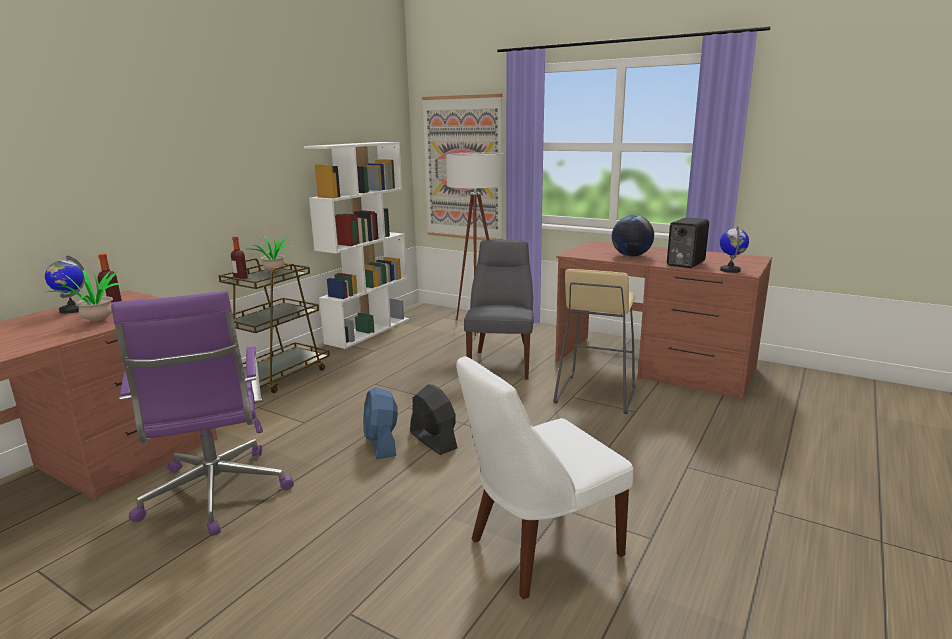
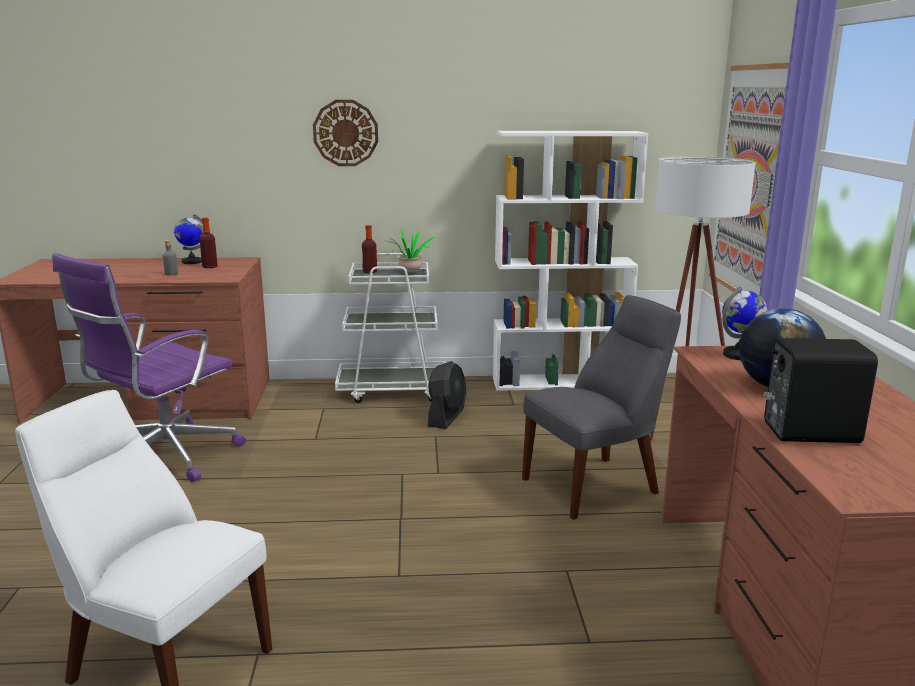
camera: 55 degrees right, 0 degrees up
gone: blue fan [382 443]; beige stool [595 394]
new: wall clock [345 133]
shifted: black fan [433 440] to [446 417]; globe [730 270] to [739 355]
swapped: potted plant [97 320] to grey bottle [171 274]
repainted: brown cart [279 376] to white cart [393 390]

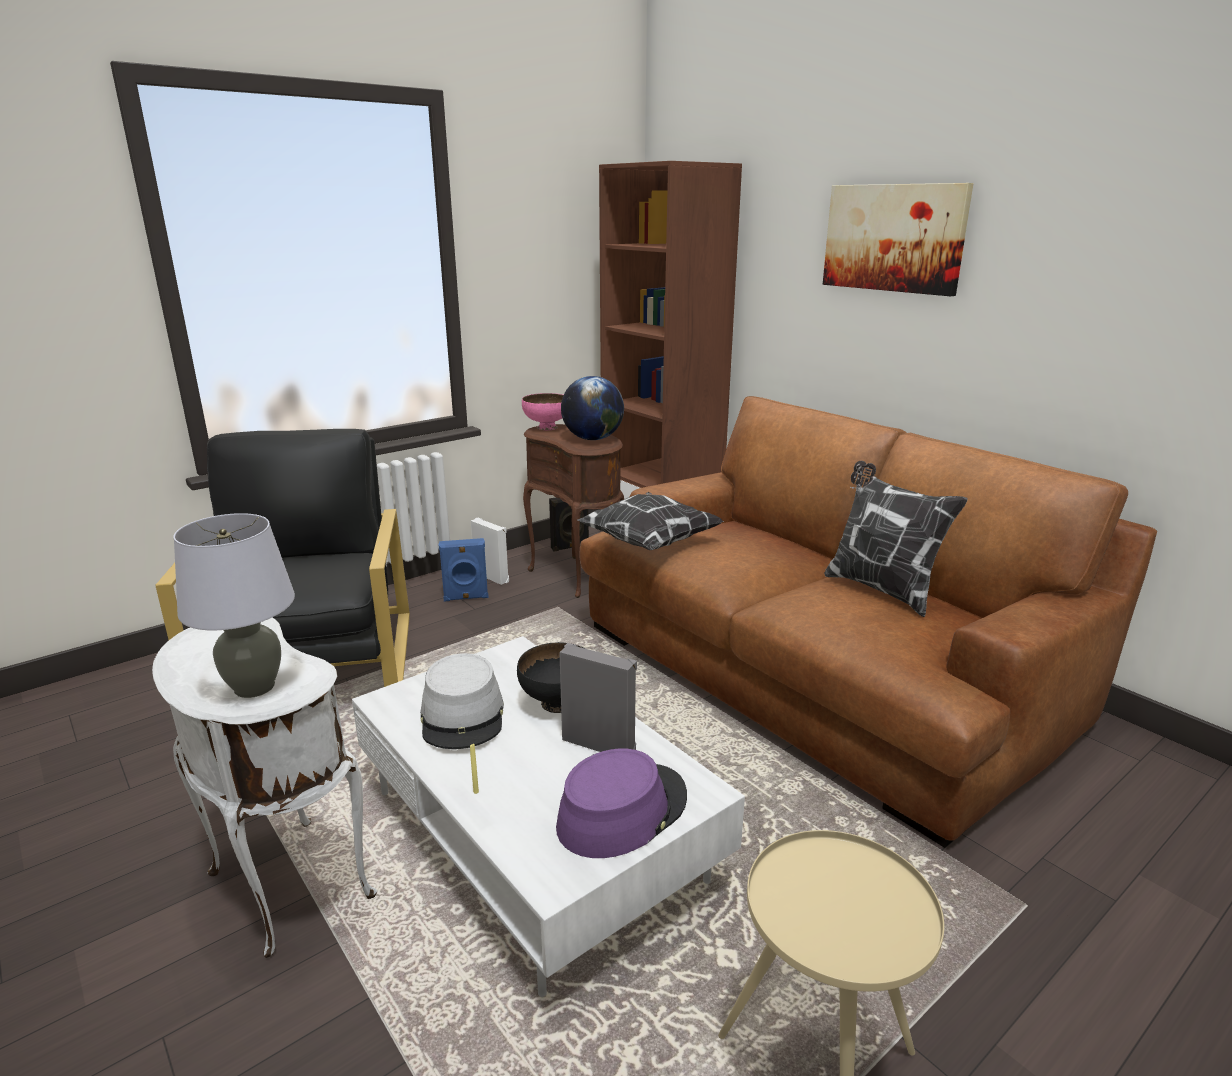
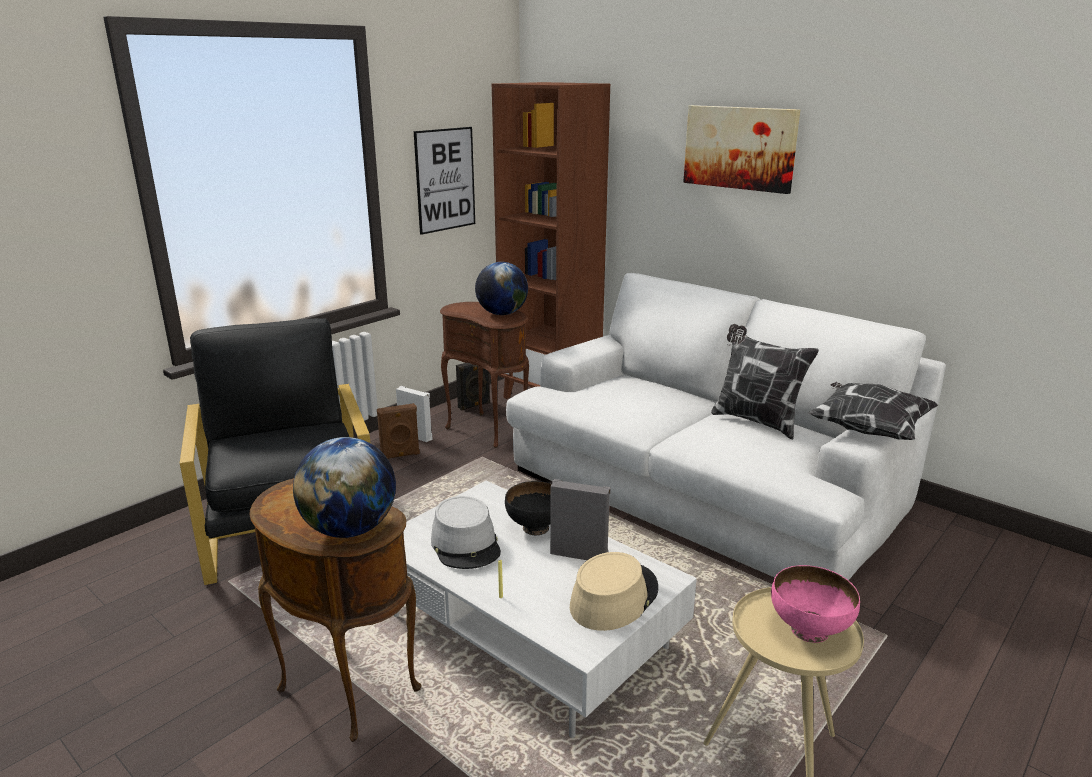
camera: 10 degrees left, 0 degrees up
new: picture [445 180]
shifted: pink bowl [546 427] to [808 631]; pillow [649 543] to [867 429]
swapped: grey table lamp [255 687] to globe [350 529]
repainted: white side table [285 888] to brown side table [344 692]; blue speaker [466 598] to brown speaker [400 455]; purple hat [622 811] to beige hat [613 597]; brown sofa [818 669] to white sofa [705 488]

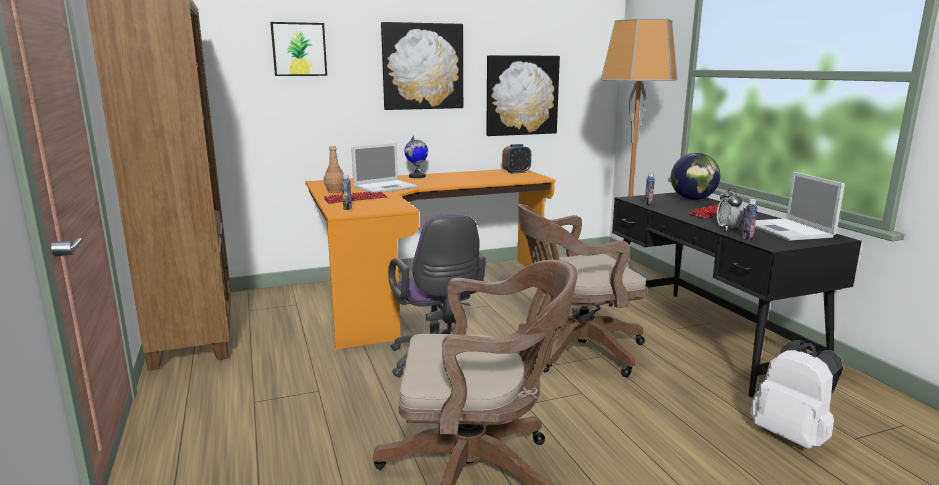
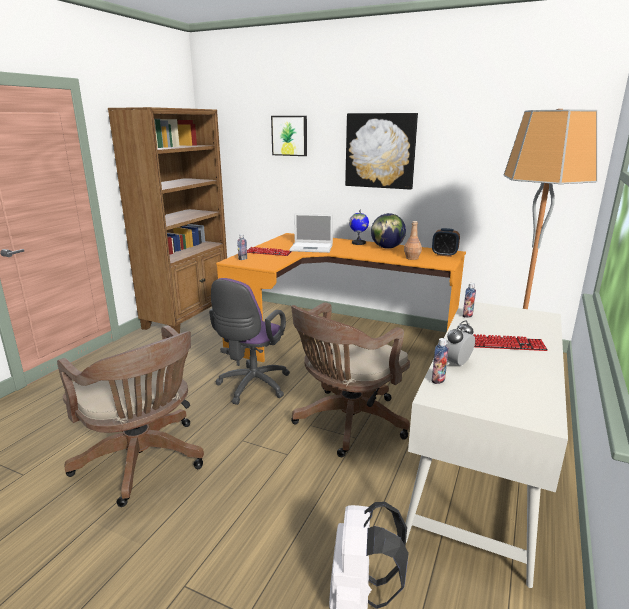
camera: 45 degrees right, 5 degrees up
gone: picture [521 95]; laptop [789 230]
shifted: brown bottle [335 191] to [412 258]; globe [692 199] to [387 248]
repainted: black desk [706 337] to white desk [480 472]
rotated: brown office chair [575 350] = [346 423] 75 degrees counterclockwise

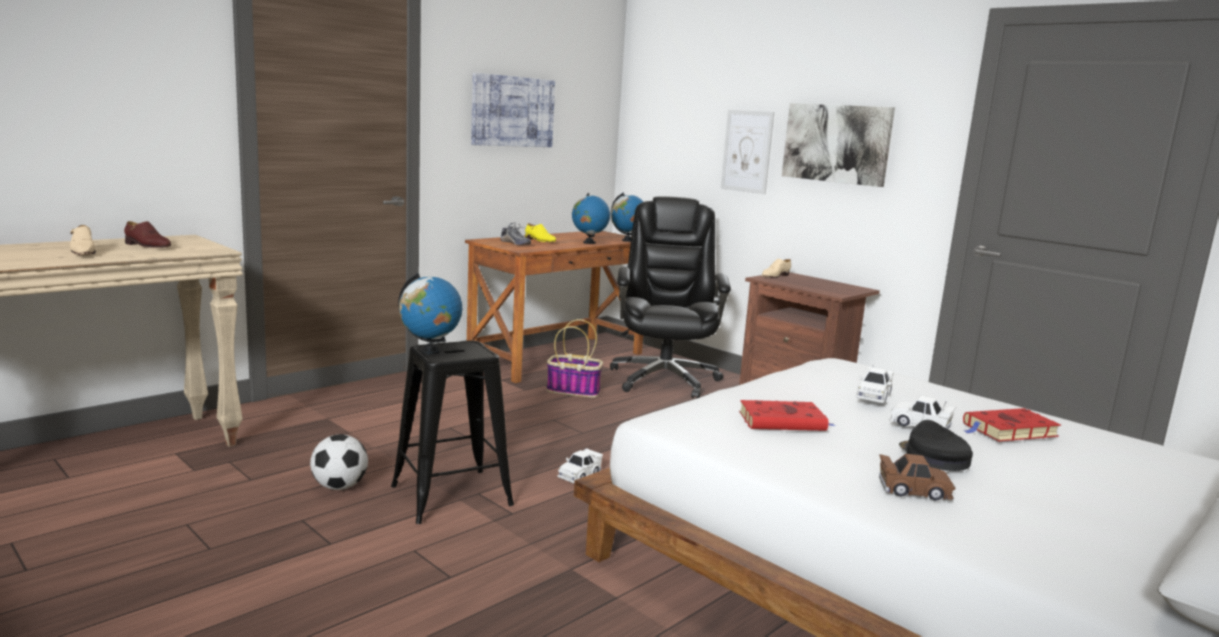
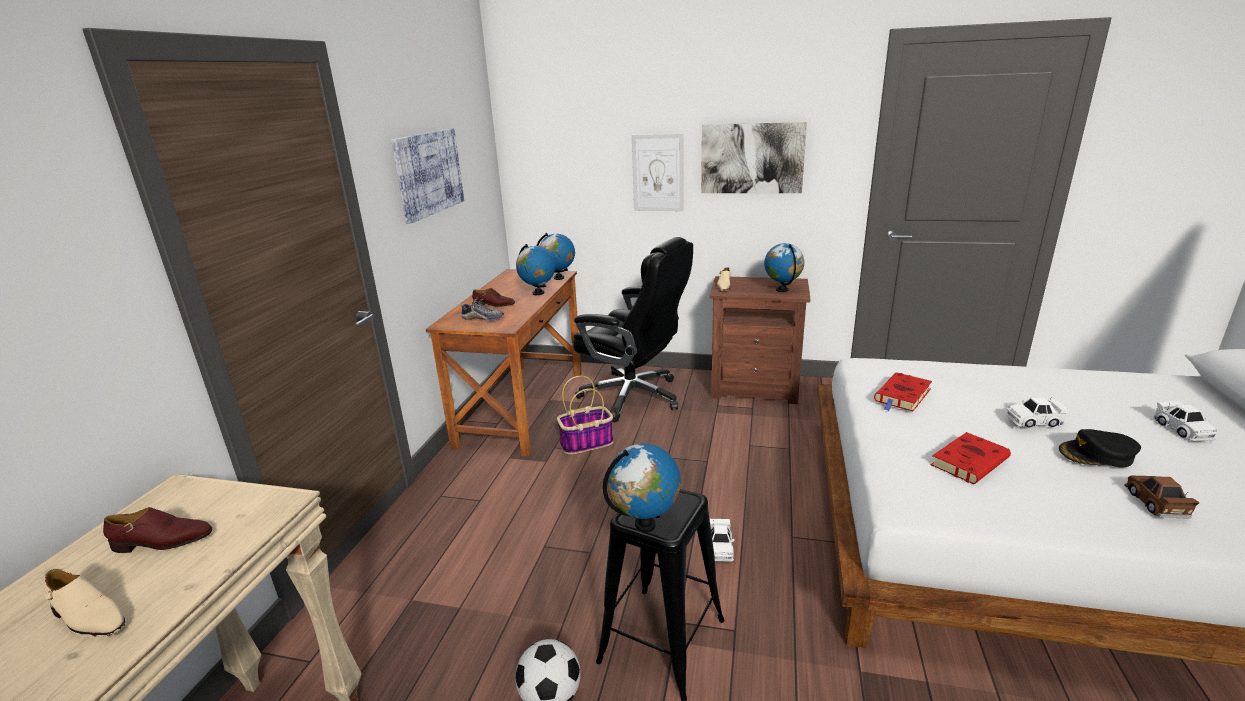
camera: 30 degrees left, 10 degrees up
new: globe [782 290]
shifted: white toy car [873 395] to [1182 430]; red book [1008 430] to [902 396]
repainted: yellow shoe [540 240] to brown shoe [494 305]
rotated: black office chair [664 379] = [634 396] 150 degrees clockwise; brown toy car [913 490] = [1156 503] 60 degrees counterclockwise; black cap [933 457] = [1097 455] 45 degrees counterclockwise

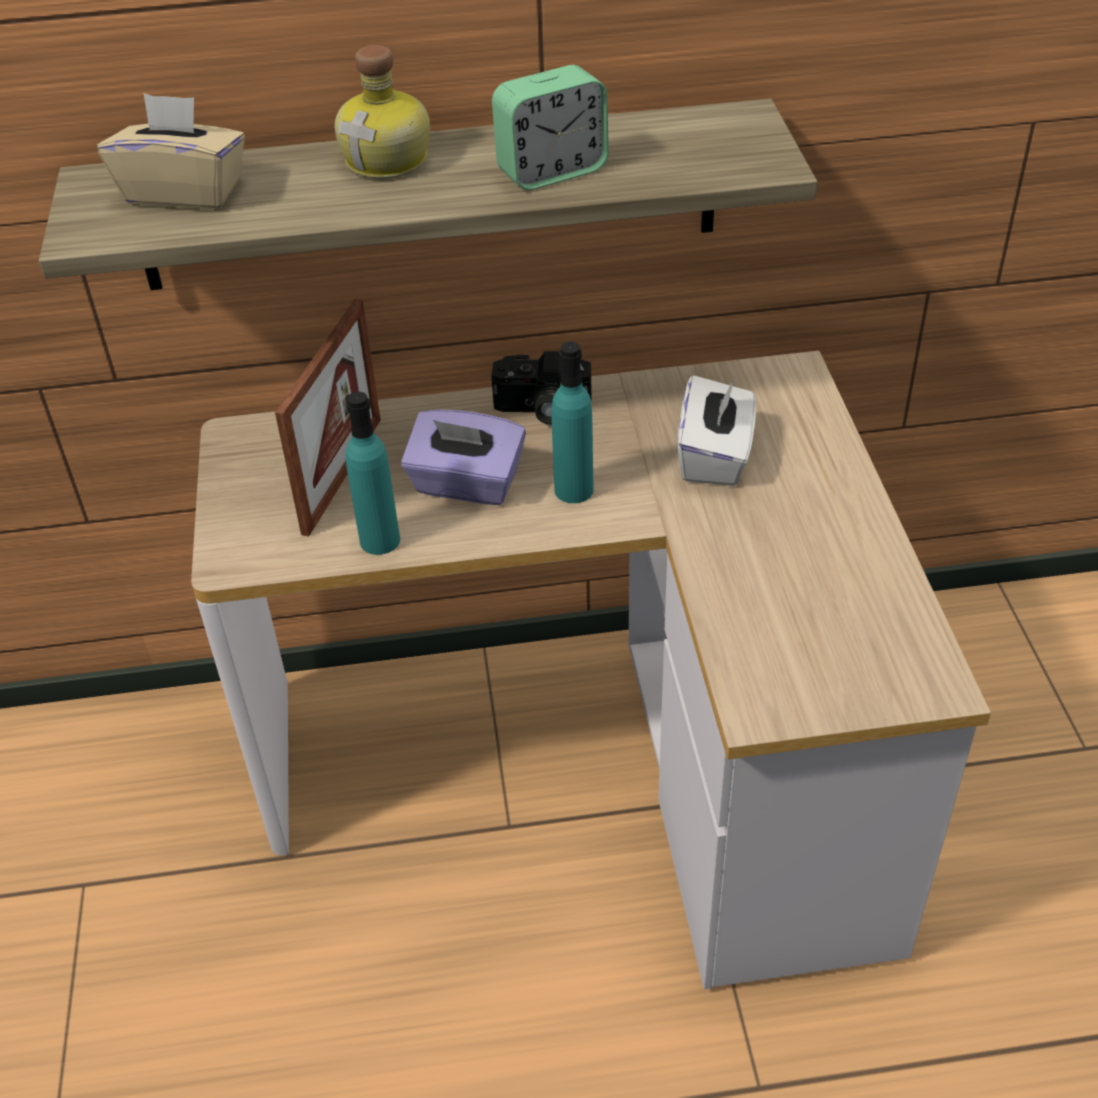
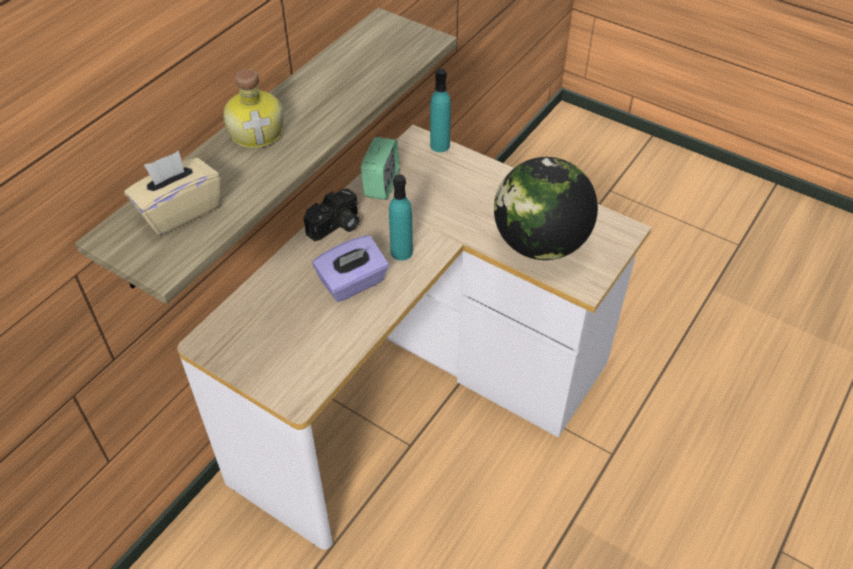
camera: 50 degrees left, 5 degrees up
gone: picture frame [342 475]; white tissue box [715 457]
new: globe [540 244]
shifted: turquoise bottle [380 540] to [440 145]; alarm clock [552 171] to [381 185]

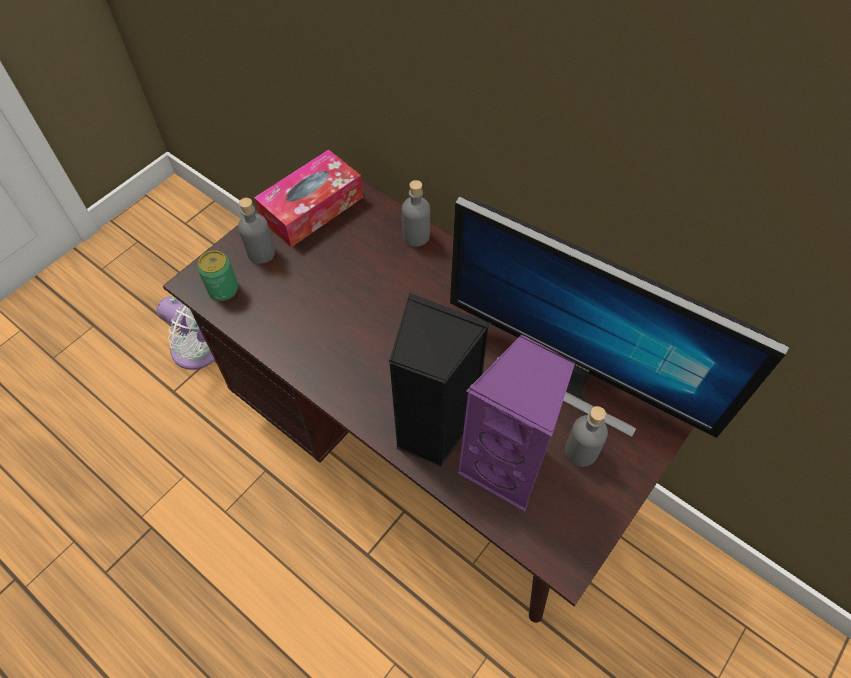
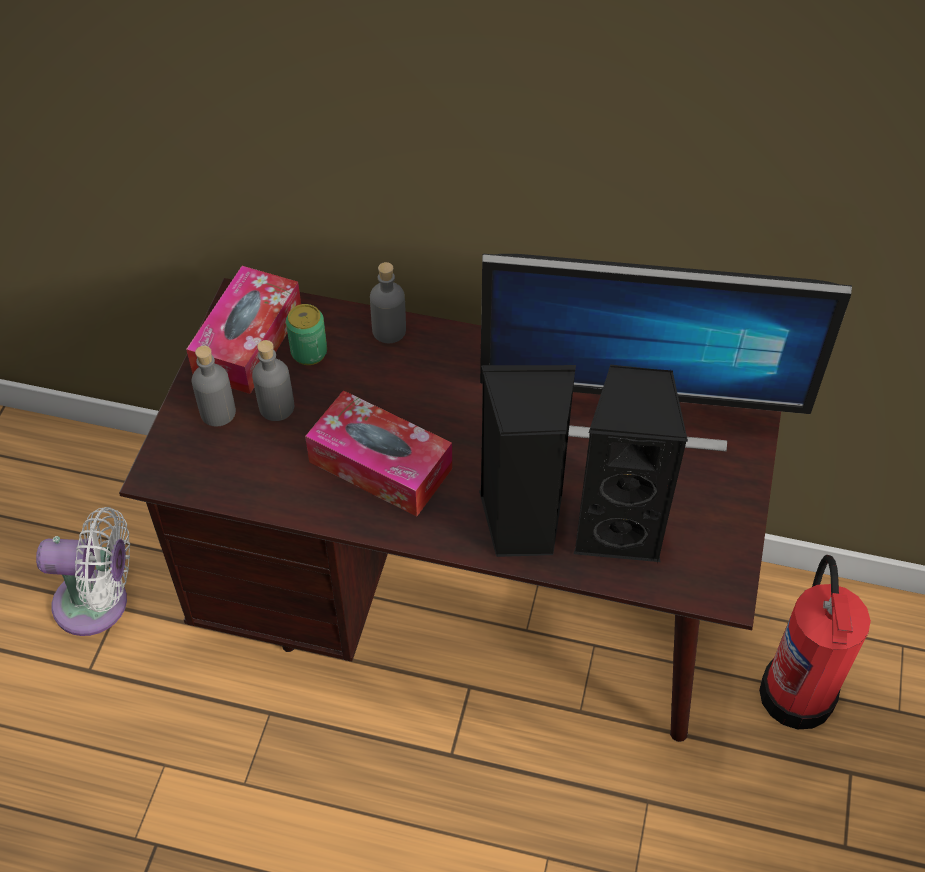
camera: 25 degrees left, 5 degrees down
new: tissue box [380 465]; fire extinguisher [798 691]
shifted: can [223 289] to [309 352]; grey bottle [580 451] to [276 407]
repainted: purple speaker [507 465] to black speaker [619 527]

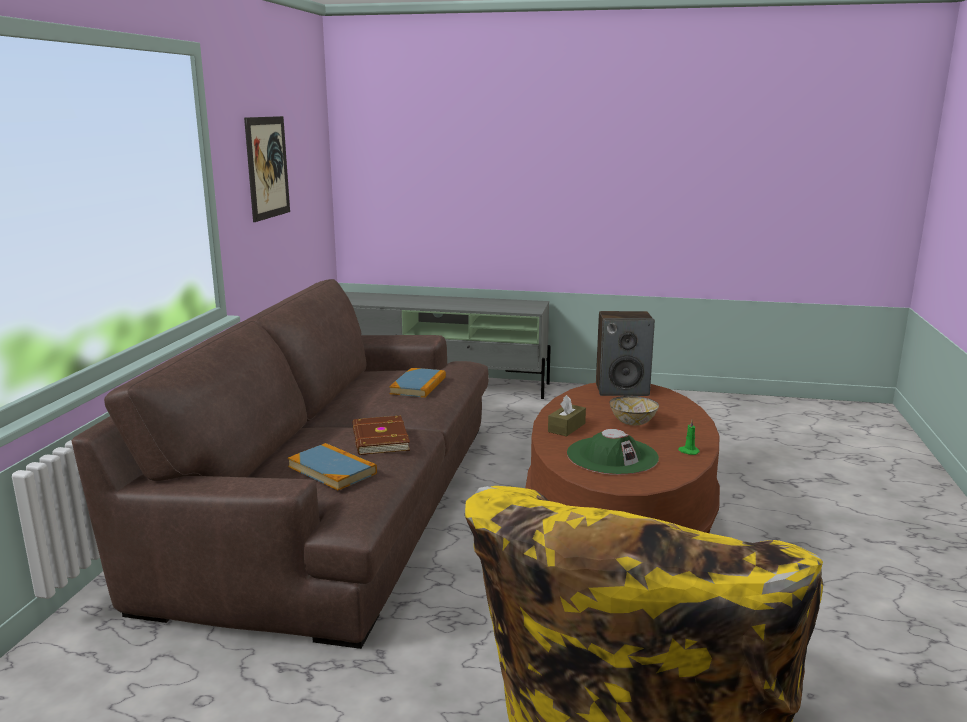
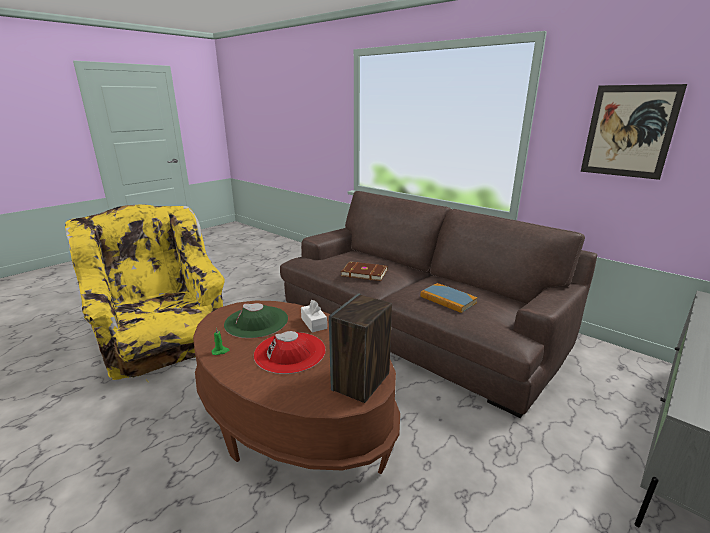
camera: 120 degrees right, 5 degrees up
gone: book [332 470]
swapped: bowl [632 422] to red hat [290 352]
repainted: brown tissue box [566 427] to white tissue box [314 323]

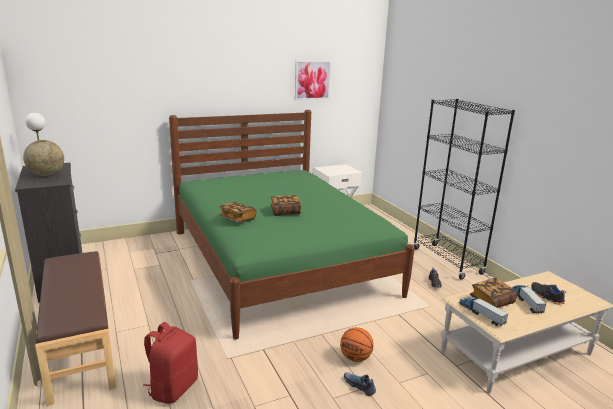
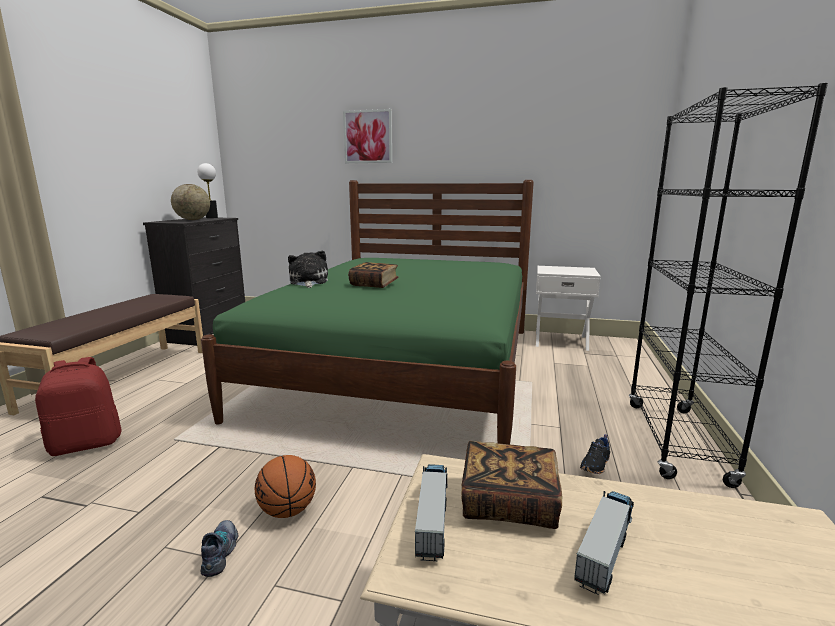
camera: 40 degrees right, 5 degrees down
gone: black shoe [546 297]
shifted: picture [312 80] to [368 137]
swapped: book [237 219] to plush toy [308 282]

